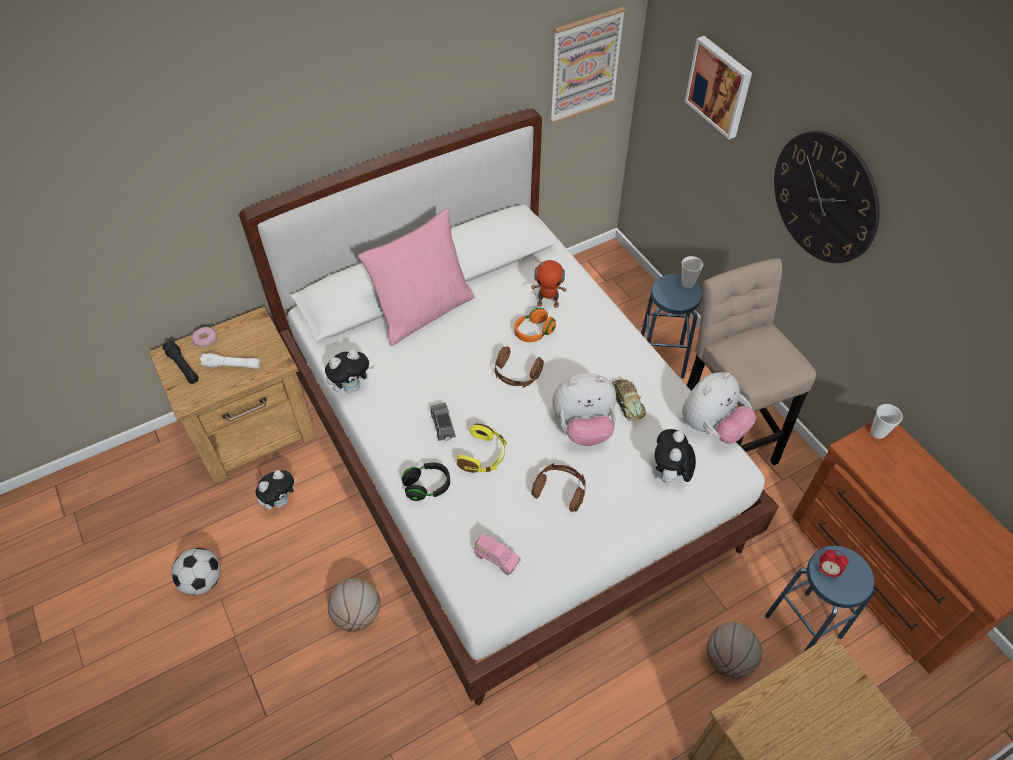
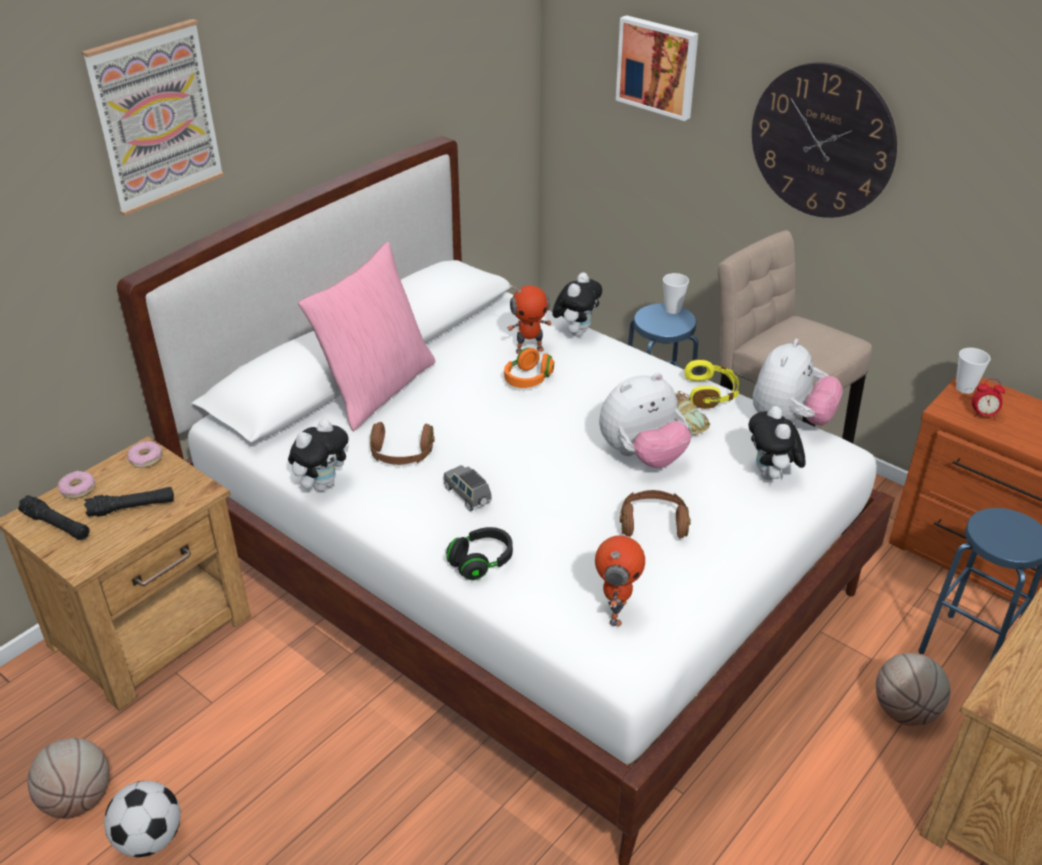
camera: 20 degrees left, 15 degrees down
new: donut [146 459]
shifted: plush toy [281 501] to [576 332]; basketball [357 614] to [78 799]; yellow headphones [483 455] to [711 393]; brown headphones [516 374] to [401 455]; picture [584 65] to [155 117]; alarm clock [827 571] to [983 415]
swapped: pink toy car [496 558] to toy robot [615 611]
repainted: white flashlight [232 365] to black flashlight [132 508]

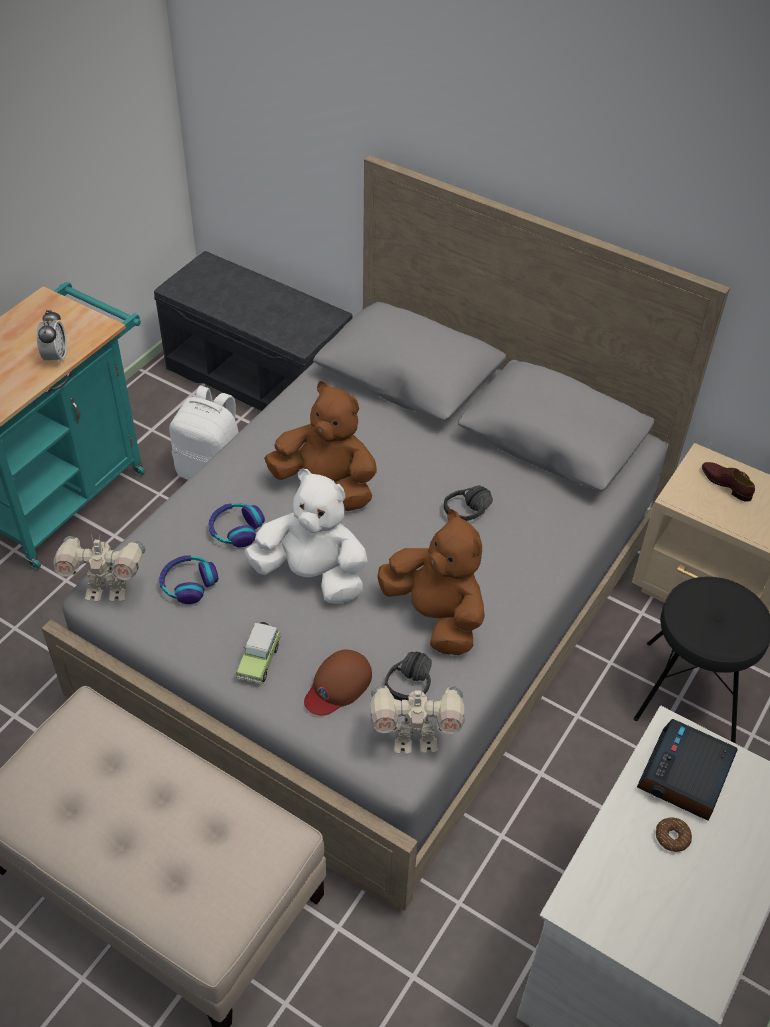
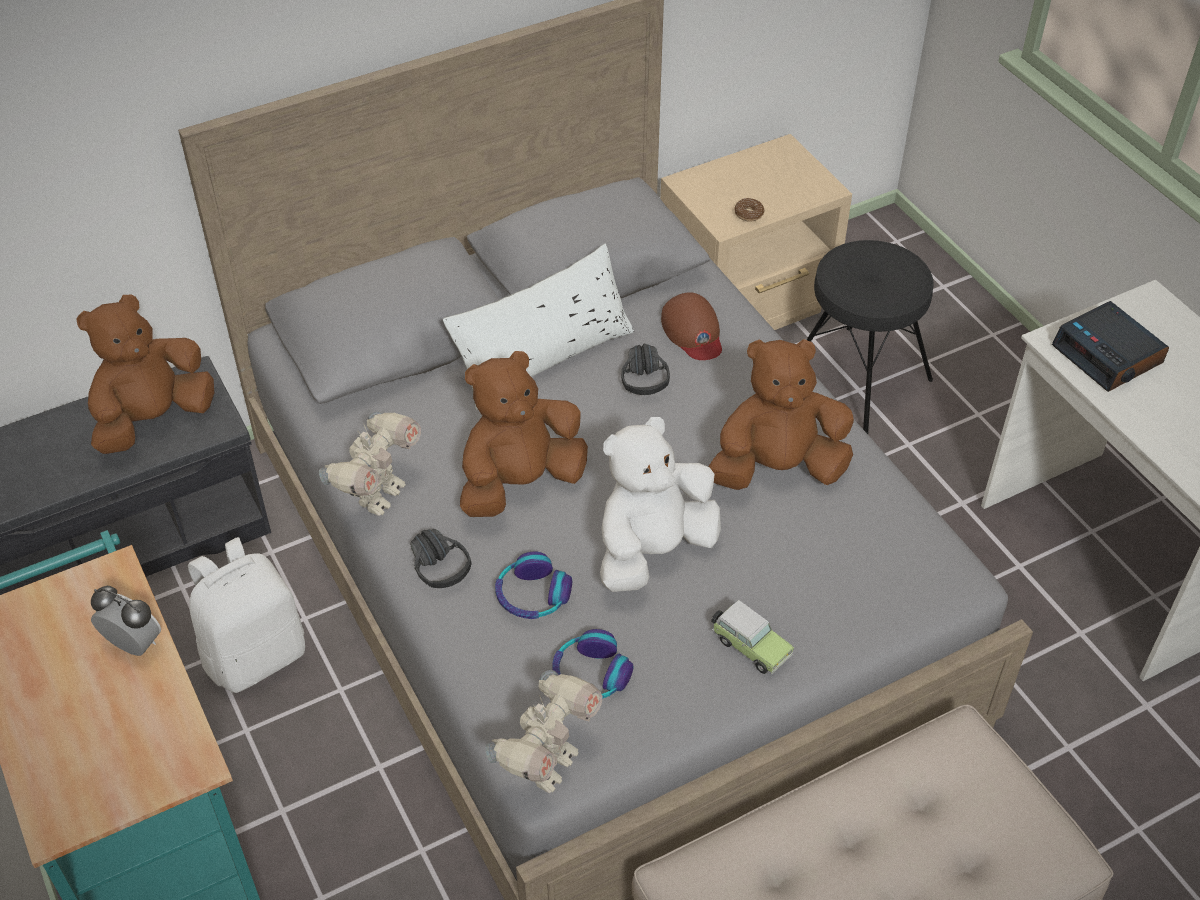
camera: 60 degrees left, 0 degrees up
gone: brown shoe [726 484]
new: brown plush toy [153 419]; white pillow [543 356]
shifted: brown cap [338 685] to [693 332]; toy robot [415 739] to [378 495]; black headphones [418 687] to [449 562]; donut [672 837] to [748 214]

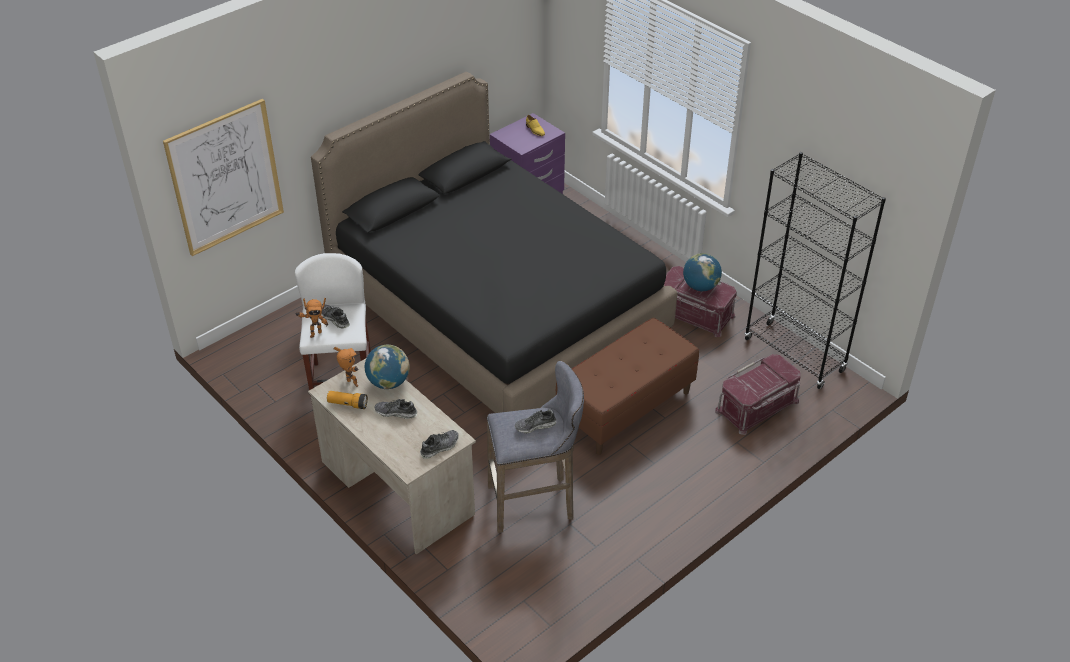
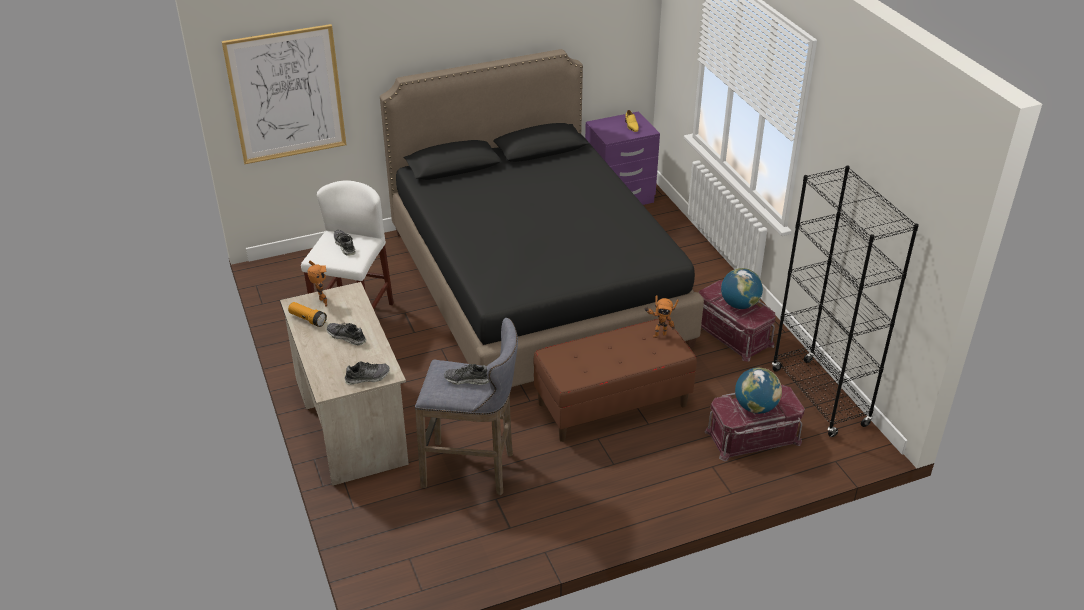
camera: 20 degrees right, 5 degrees down
shifted: toy robot [314 333] to [658 334]; globe [388 382] to [755 407]

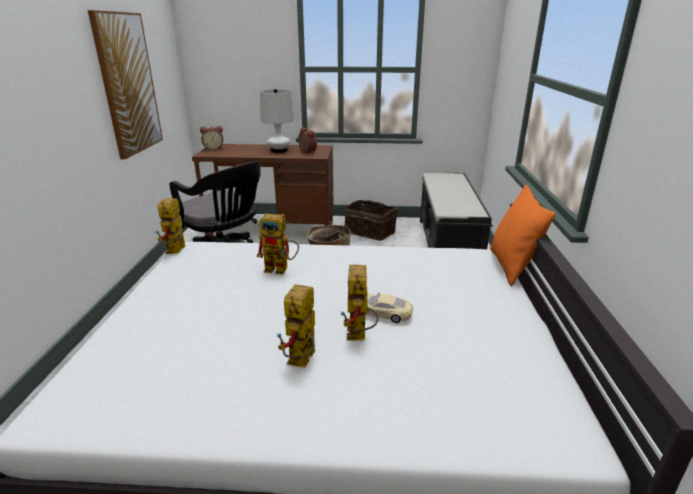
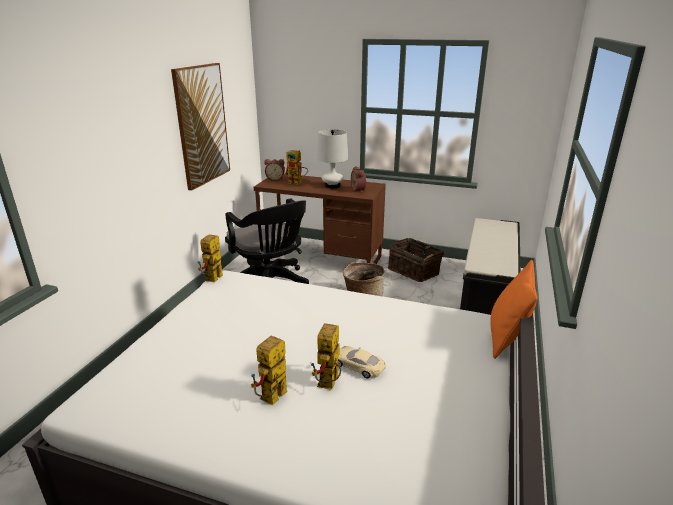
camera: 15 degrees right, 0 degrees up
shifted: toy robot [281 269] to [297 183]

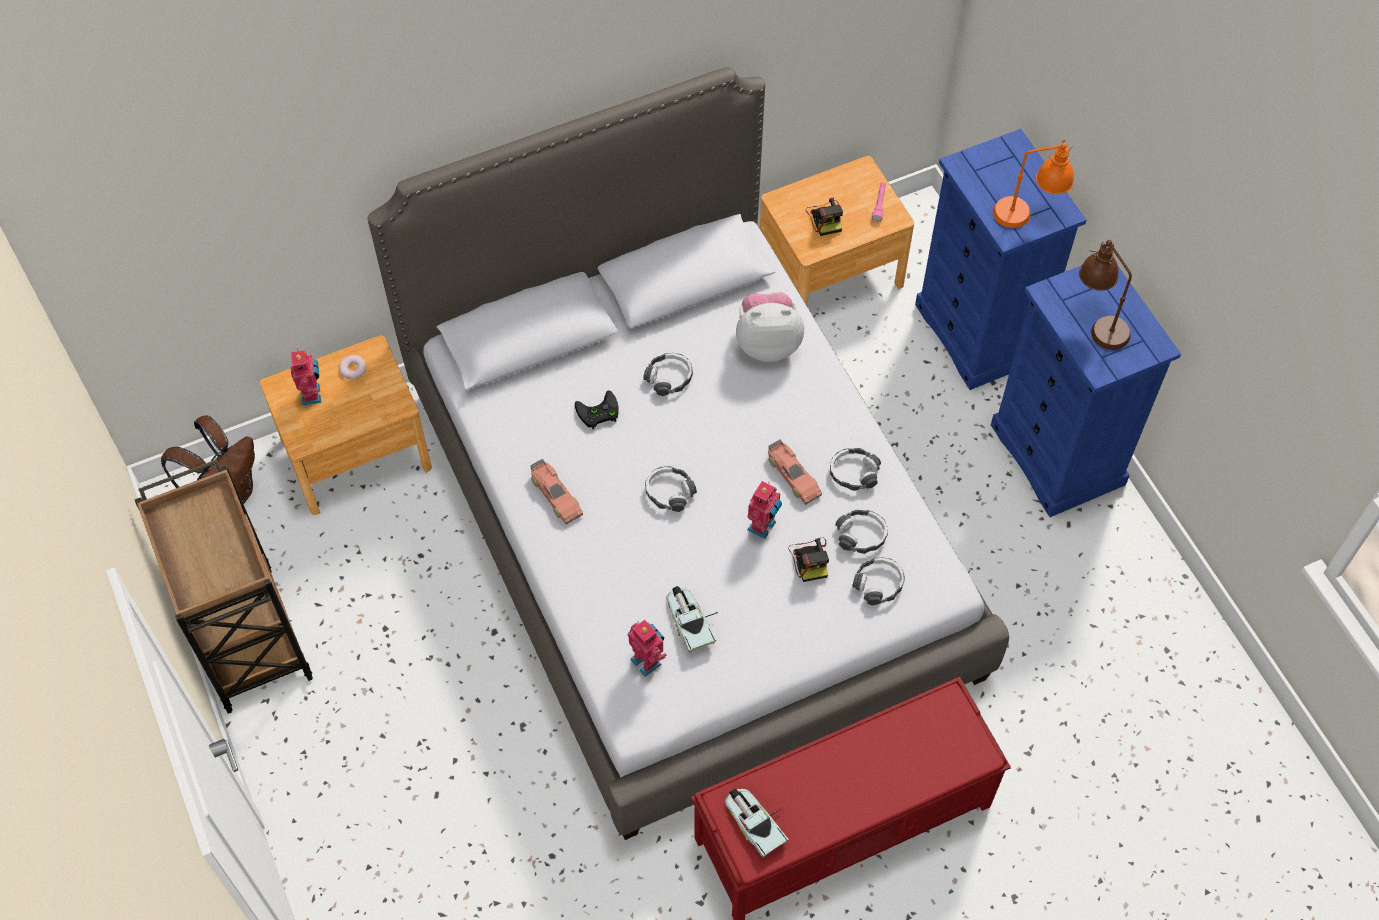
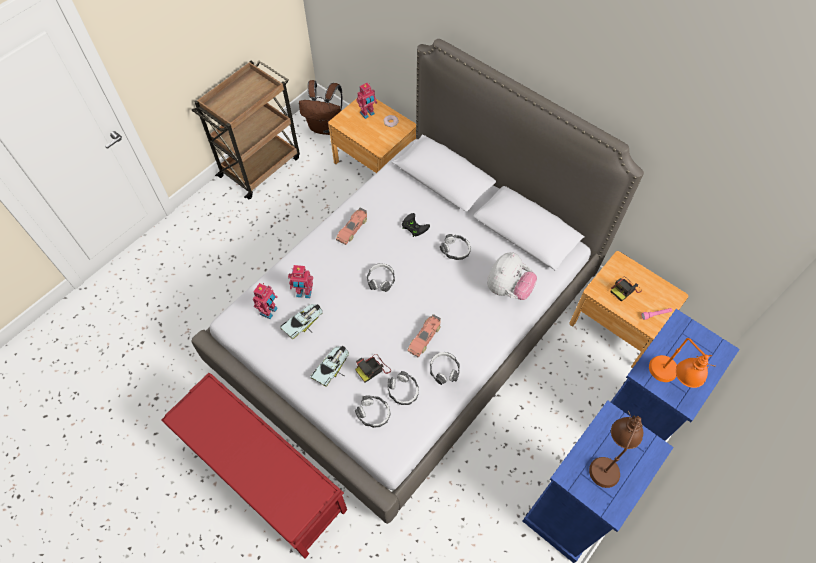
camera: 65 degrees right, 0 degrees up
shifted: toy car [755 821] to [332 366]; toy robot [763 527] to [304 293]
rotated: plush toy [767 343] = [508 289] 60 degrees clockwise

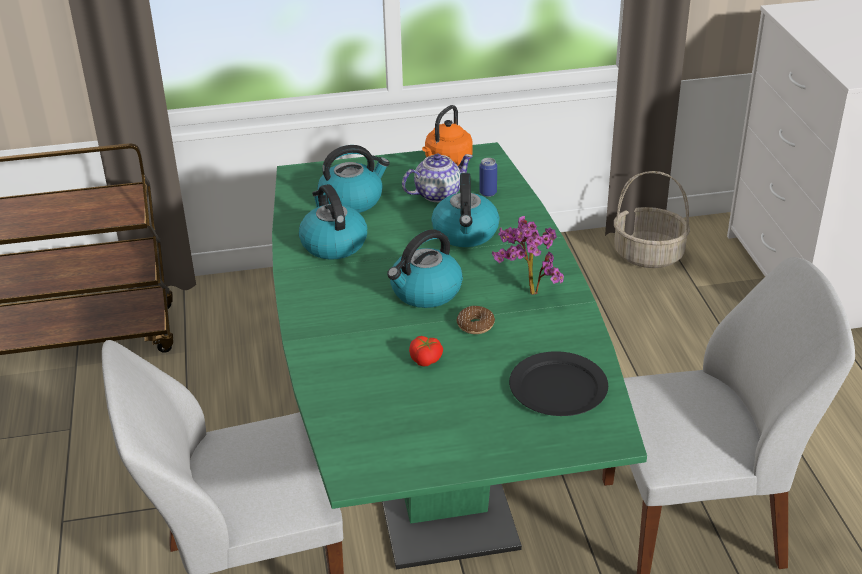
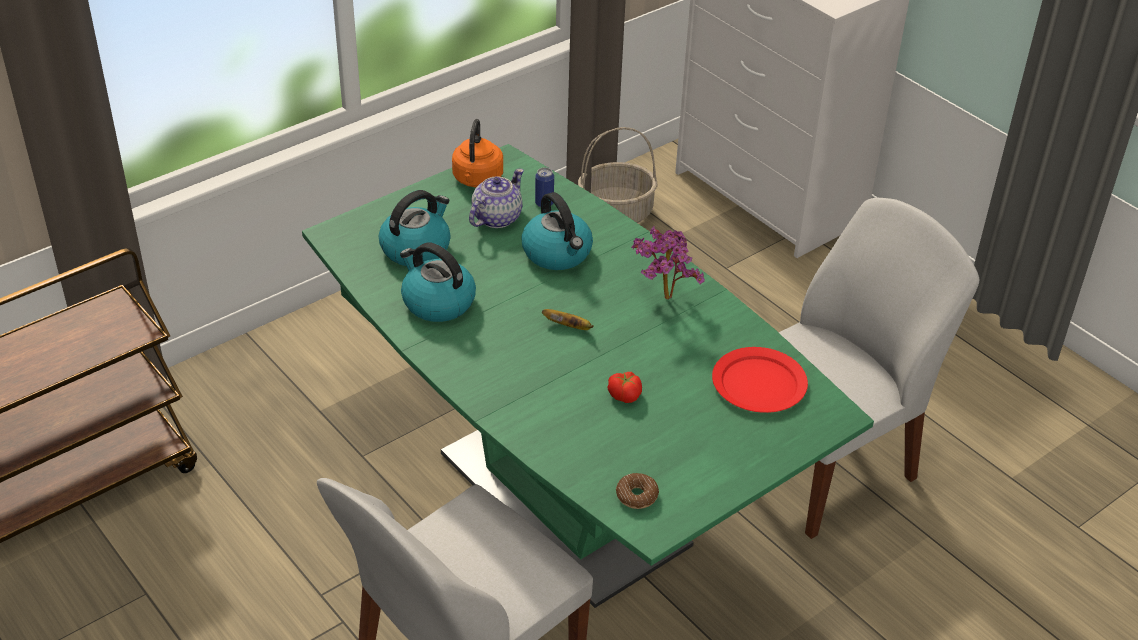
camera: 30 degrees left, 5 degrees up
shifted: donut [475 325] to [636 496]
swapped: kettle [425 292] to banana [569 327]
repainted: black plate [558 387] to red plate [758 383]

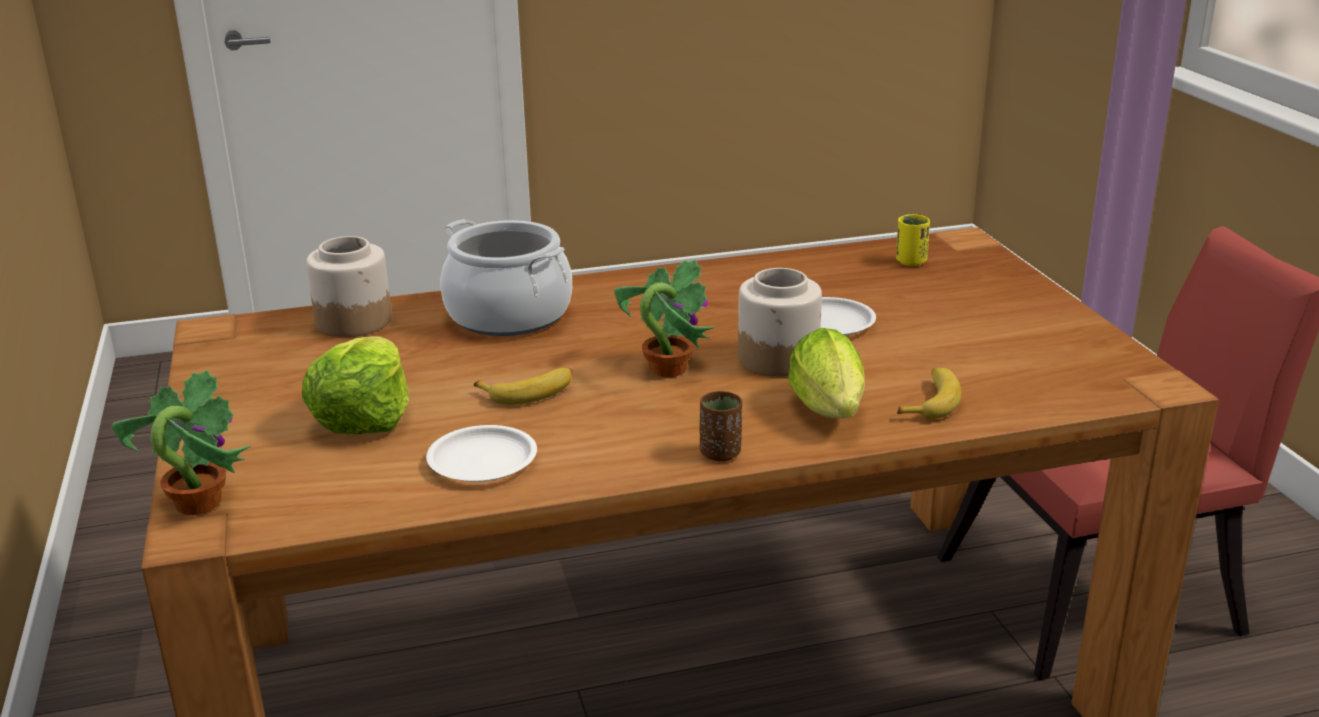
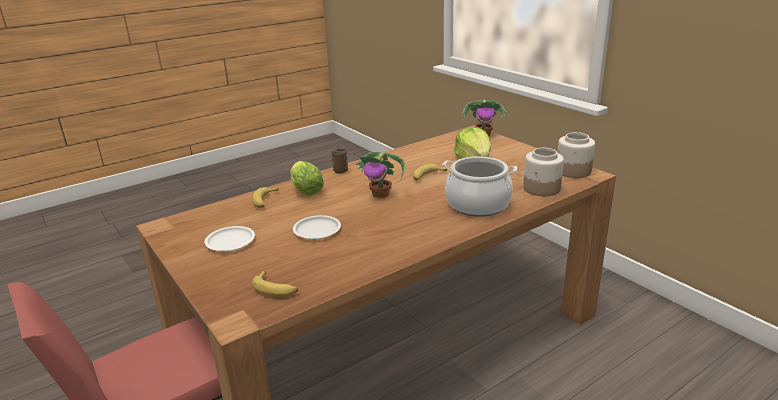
camera: 160 degrees right, 0 degrees up
shifted: white plate [482 460] to [231 242]; jar [779 359] to [573 171]
swapped: yellow cup [911 261] to banana [276 289]

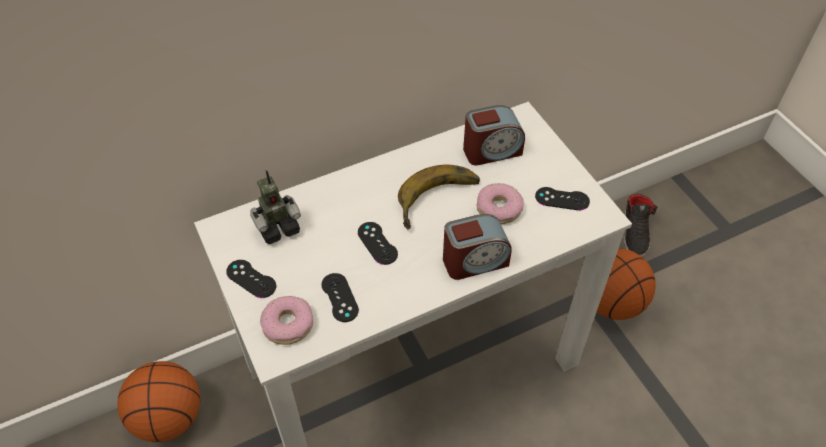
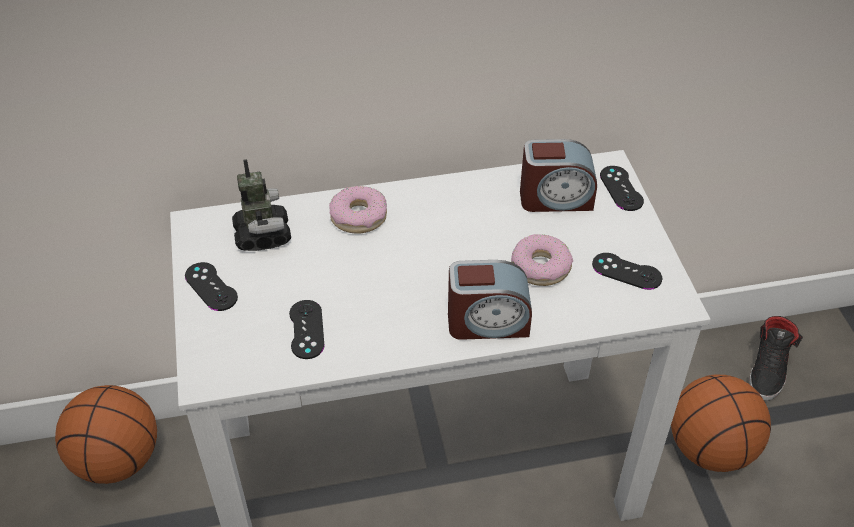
camera: 15 degrees right, 5 degrees down
gone: banana [440 202]
shifted: donut [288 324] to [359 216]; black game controller [377 243] to [621 188]
rotated: toy robot [277 227] = [262 235] 90 degrees counterclockwise

